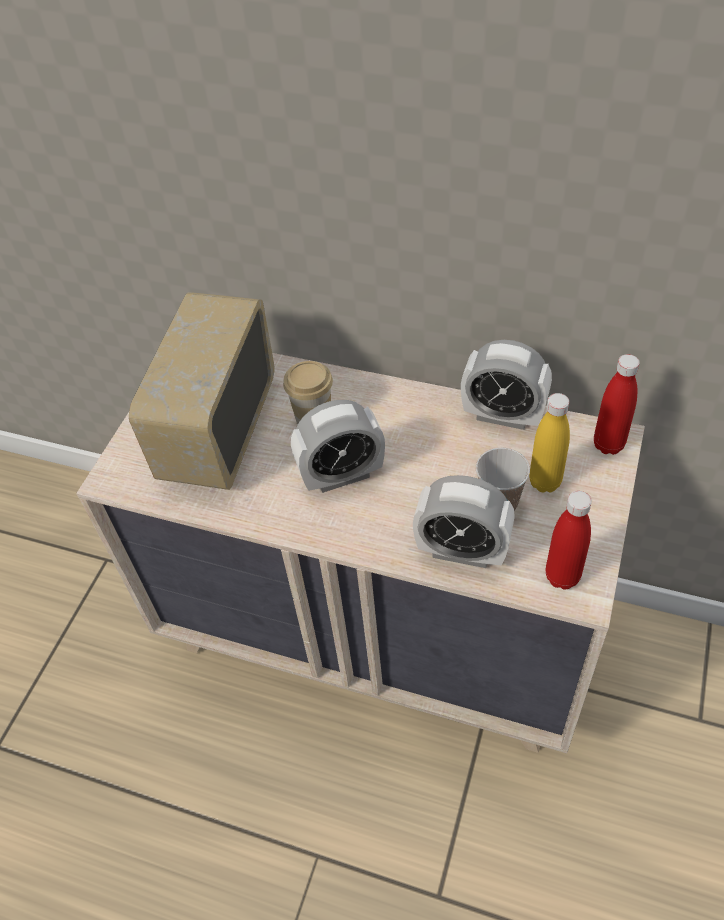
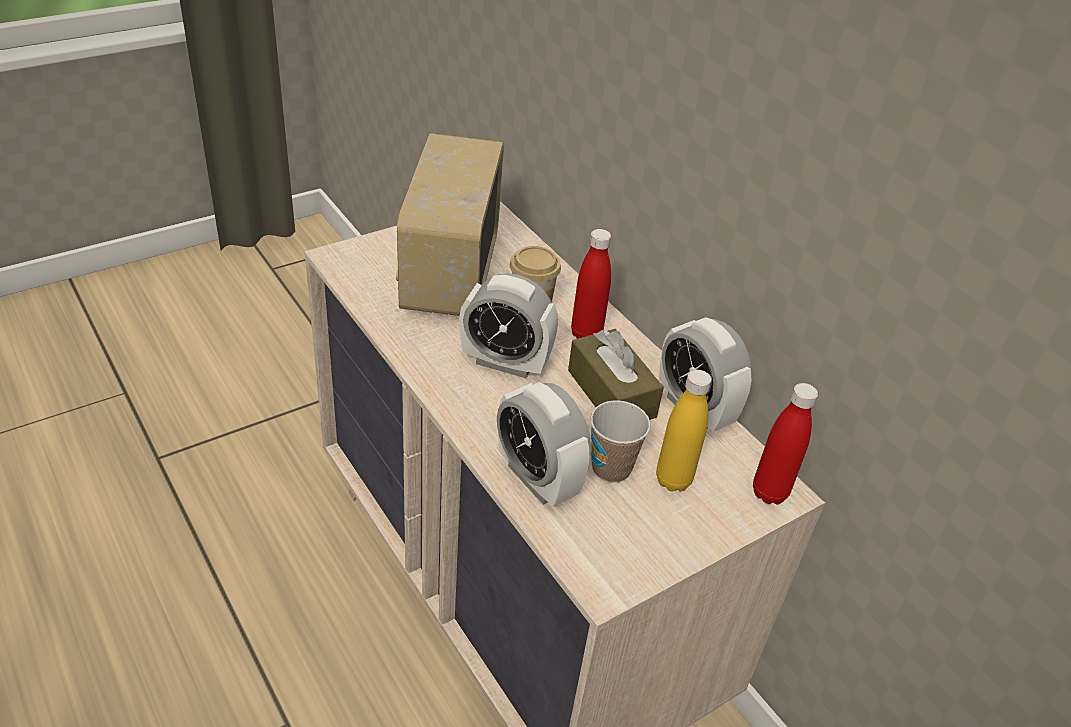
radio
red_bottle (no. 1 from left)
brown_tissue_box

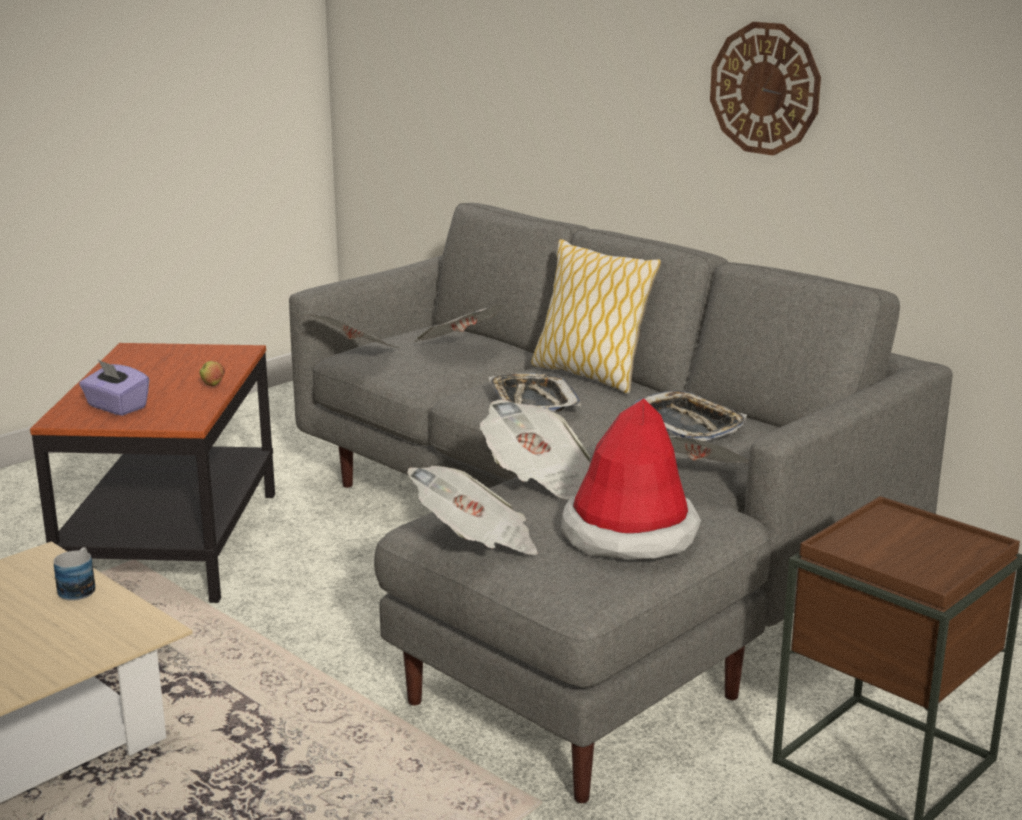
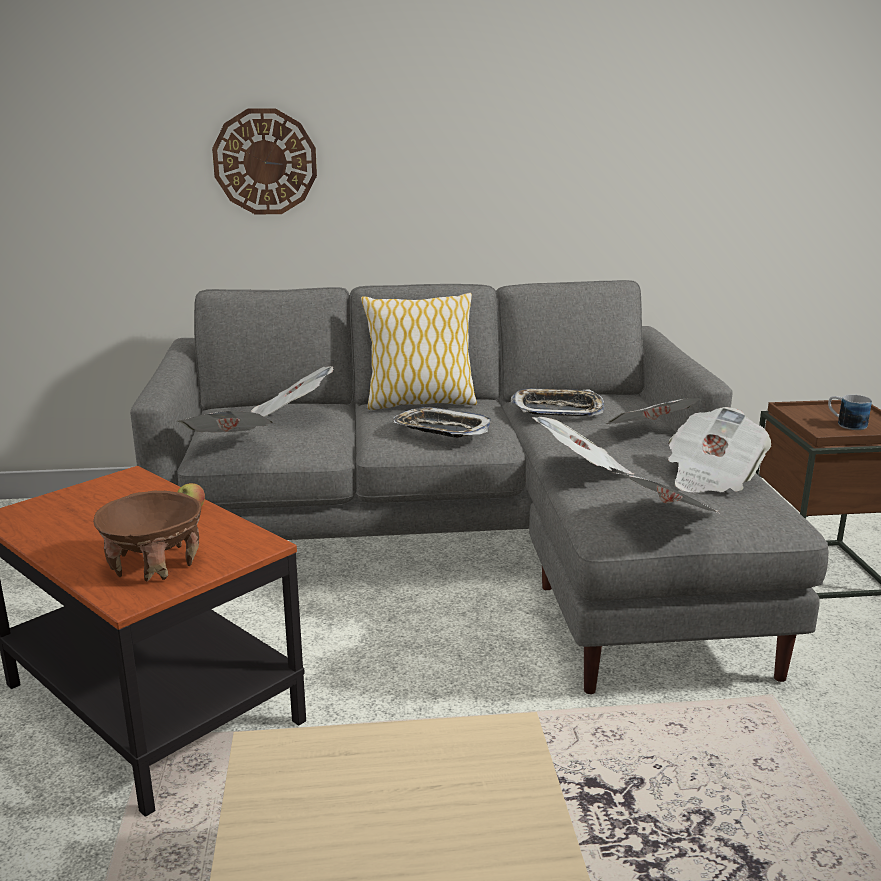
wall_clock
brown_bowl
newspaper (no. 6 from left)
mug

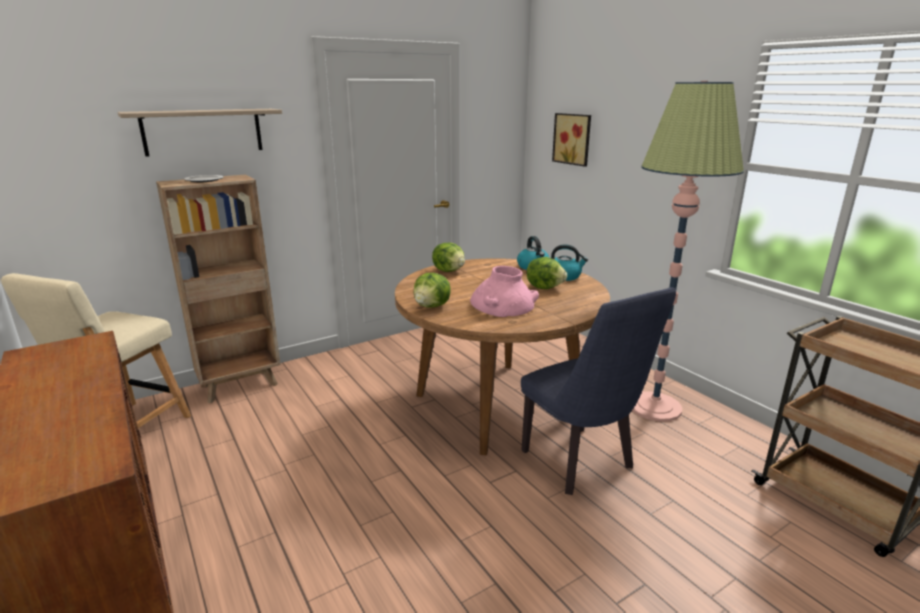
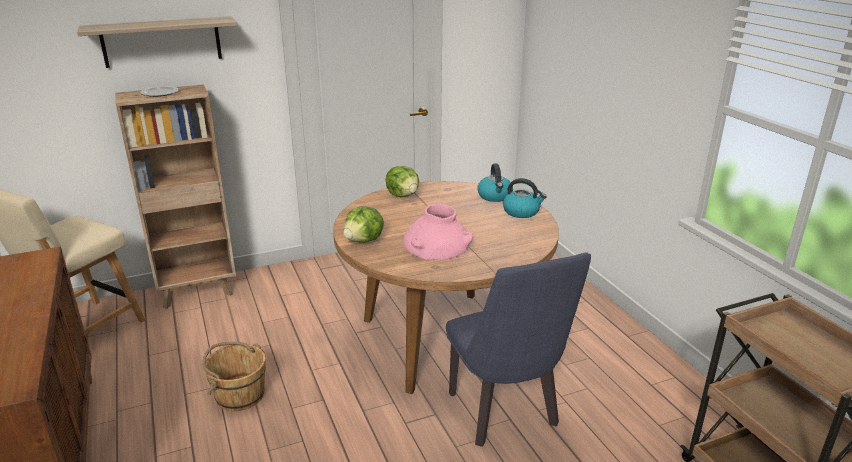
floor_lamp
picture
lettuce (no. 3 from left in the first image)
brown_bucket

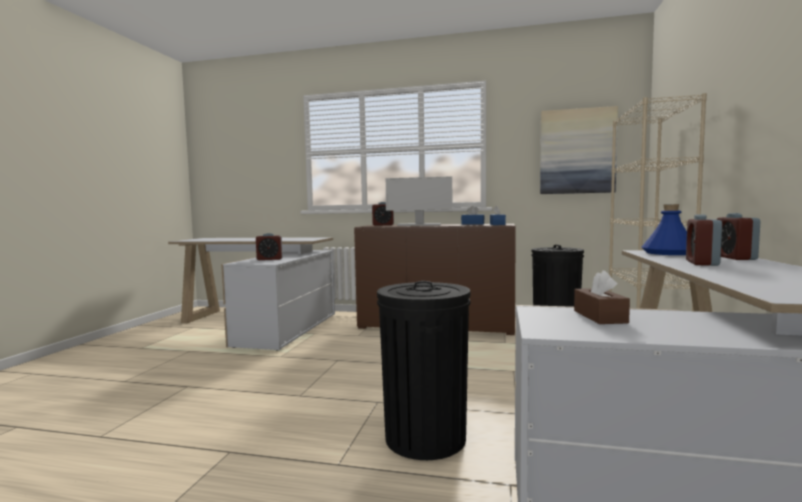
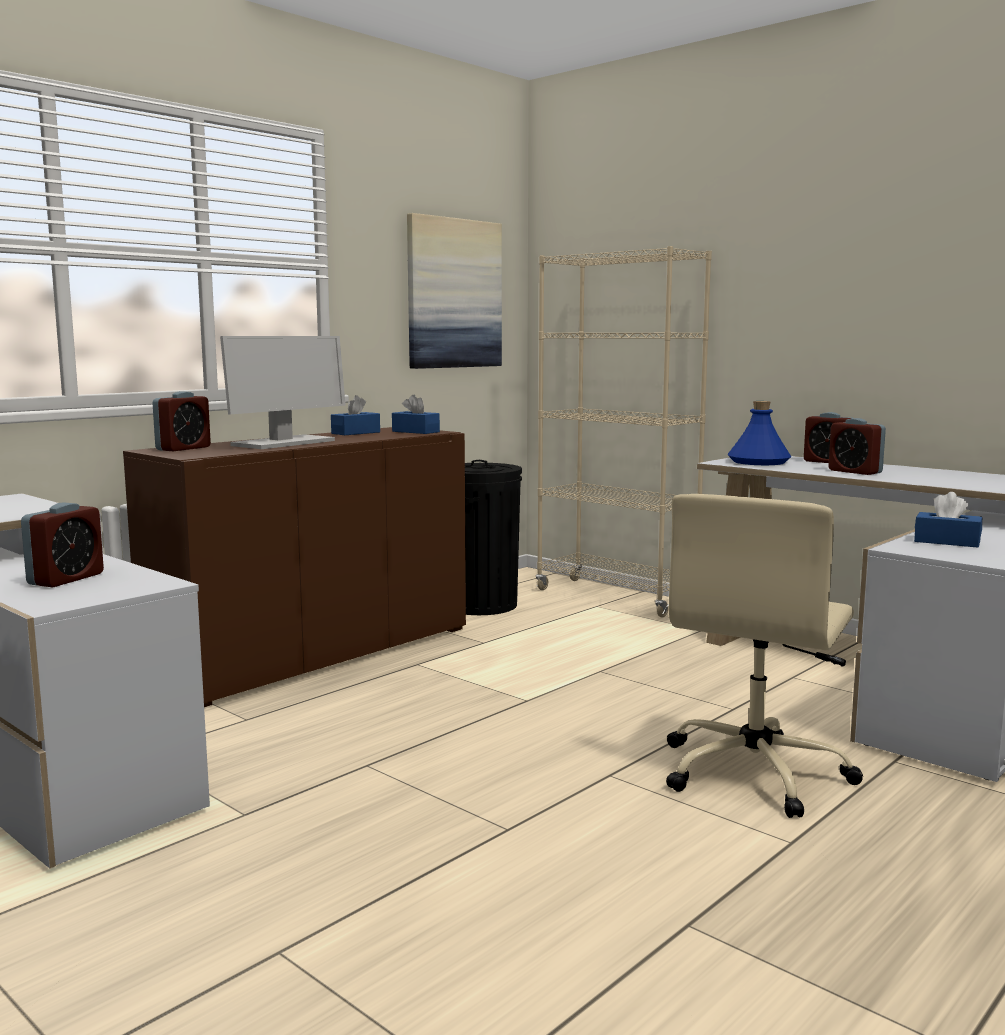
blue_tissue_box (no. 3 from left)
beige_office_chair

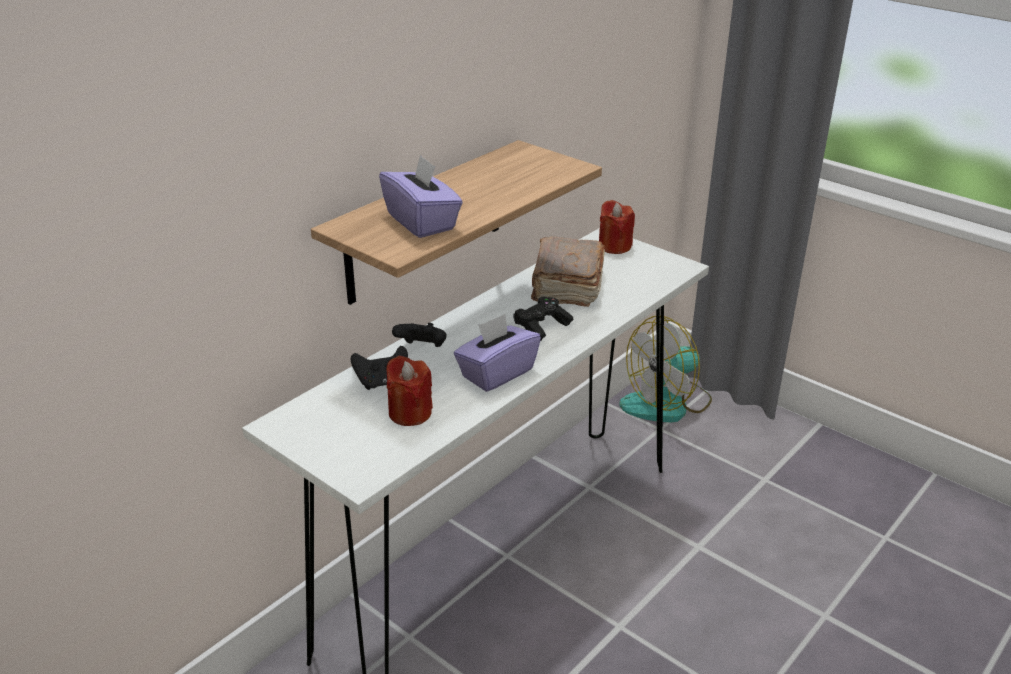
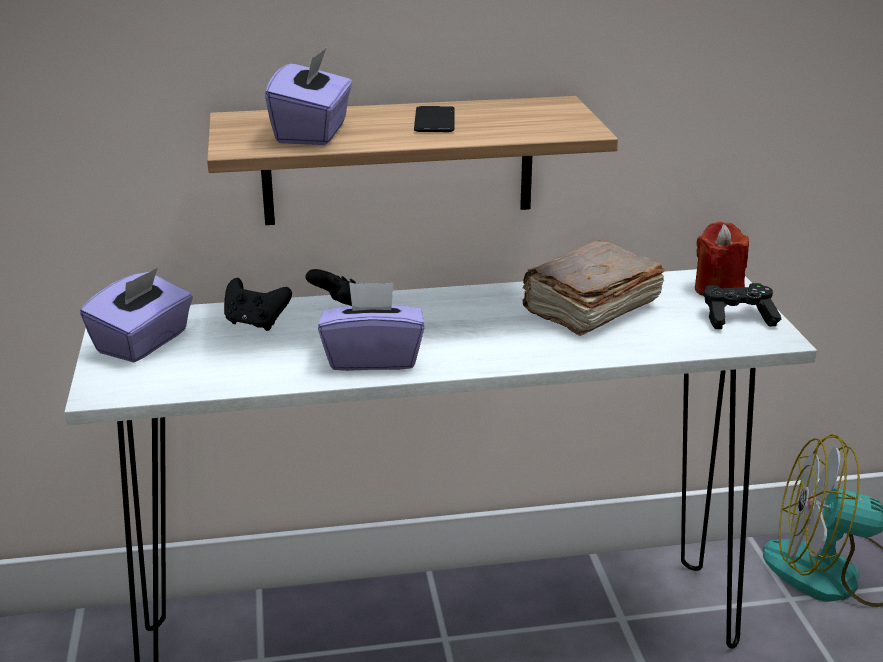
black_game_controller (no. 3 from left)
red_candle (no. 1 from left in the first image)
phone
purple_tissue_box (no. 1 from left)

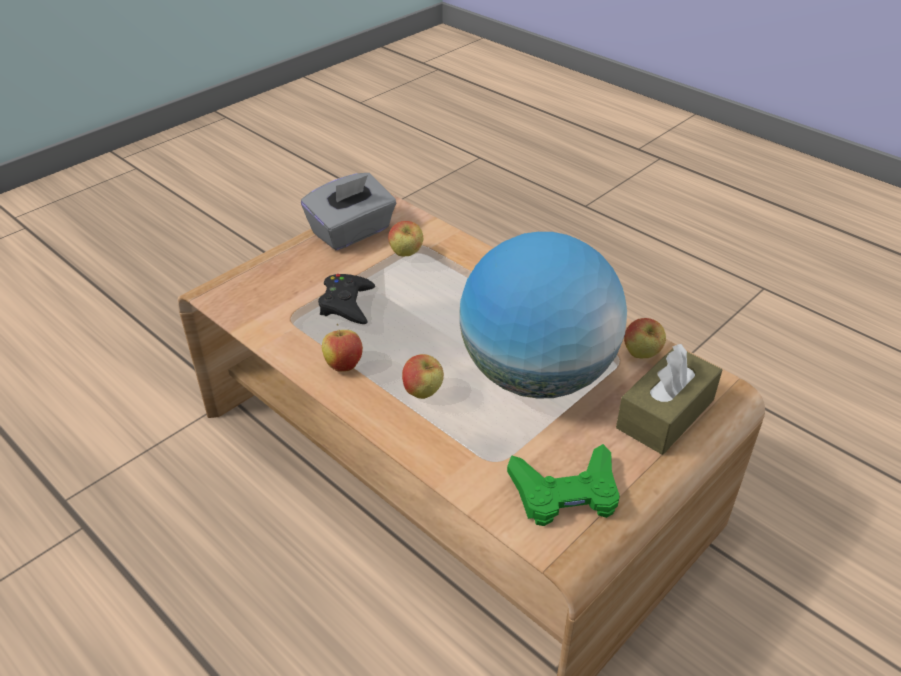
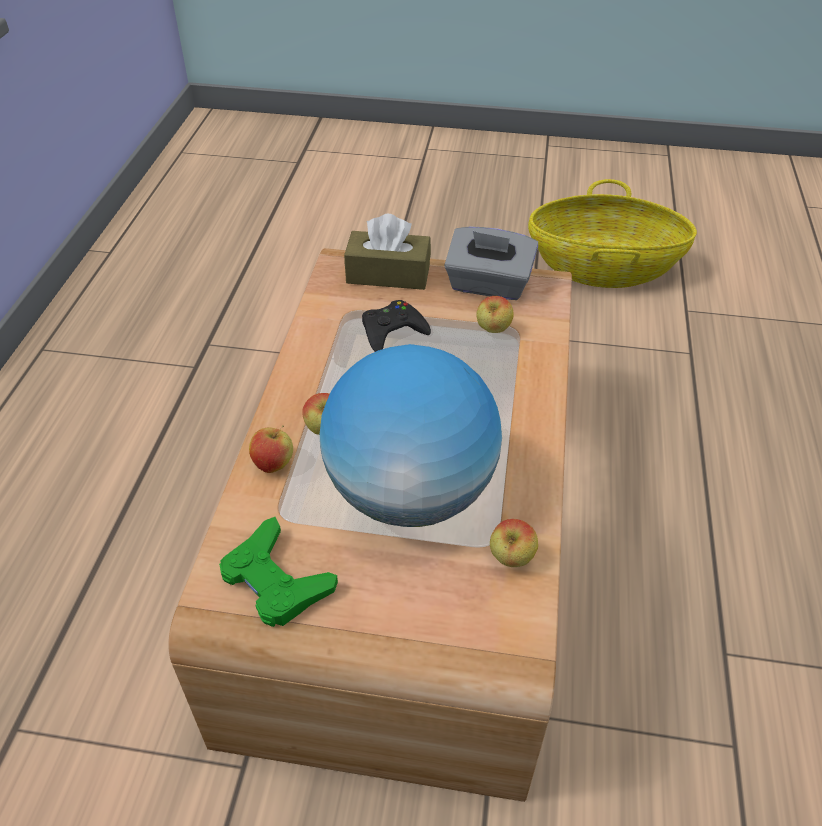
apple (no. 1 from left)
brown_tissue_box
basket

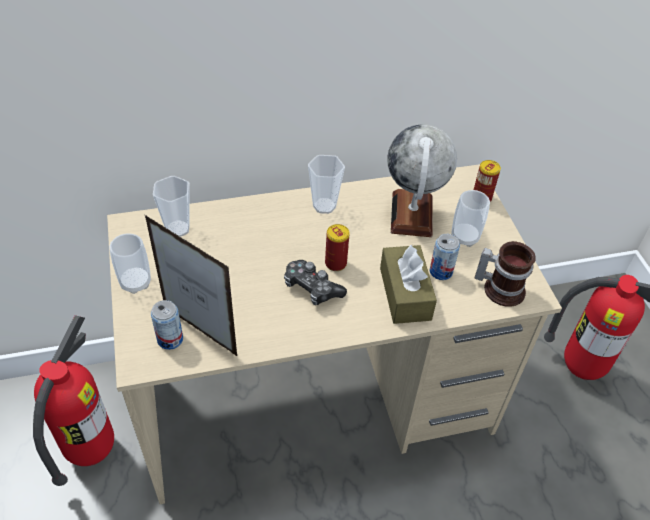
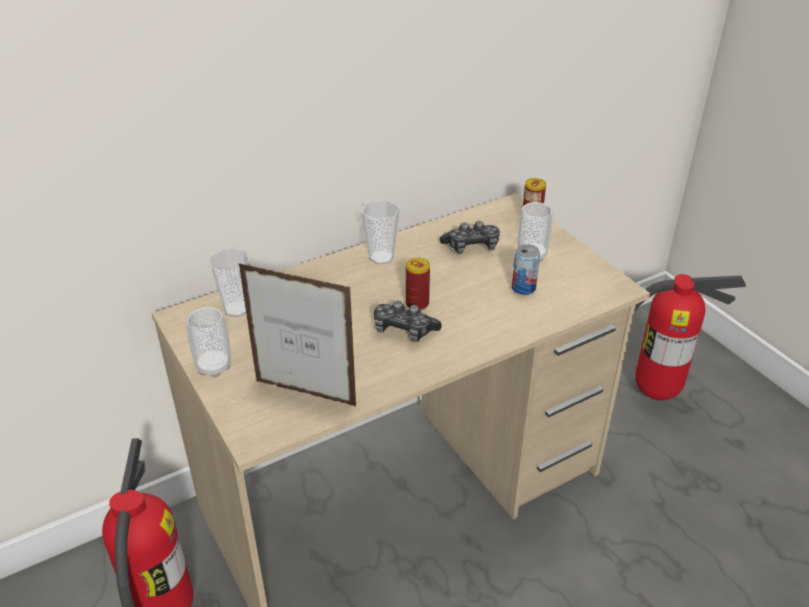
game_controller (no. 2 from left)
mug
brown_tissue_box
can (no. 1 from left in the first image)

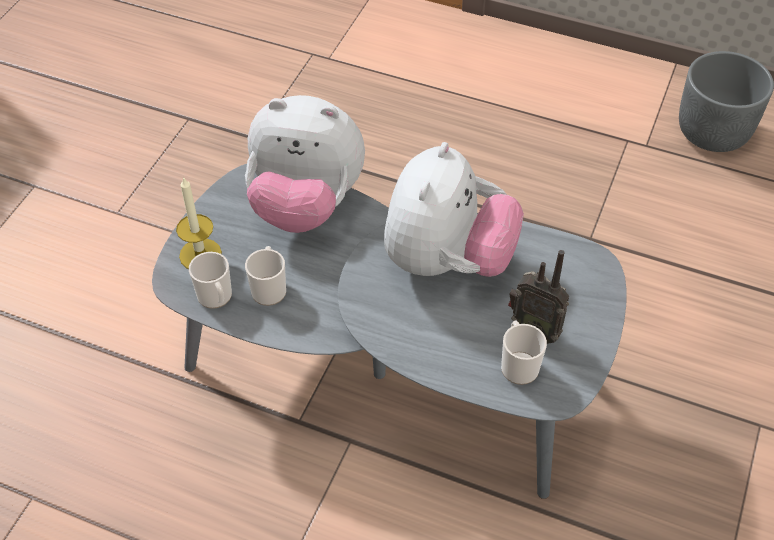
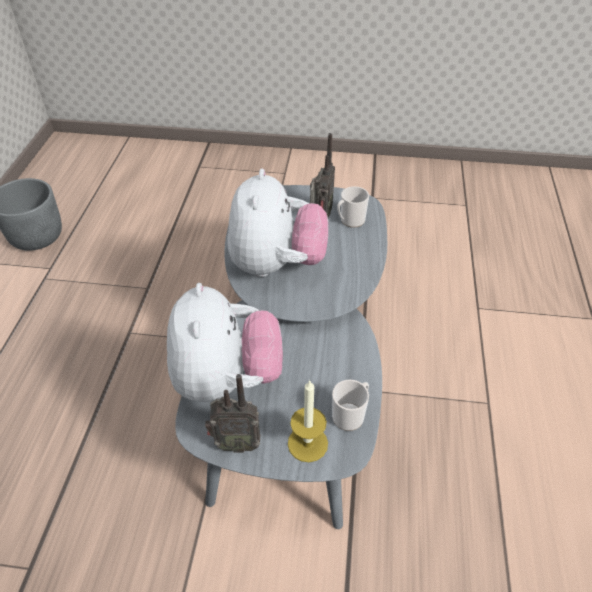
plush_toy (no. 2 from left)
mug (no. 2 from left in the first image)
radio (no. 1 from left)

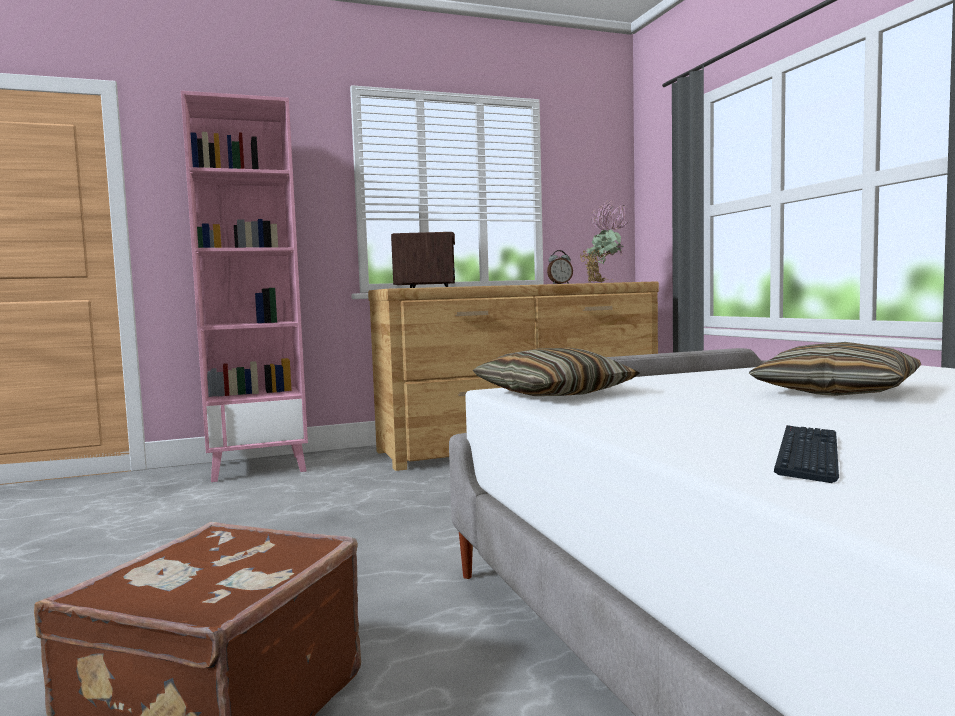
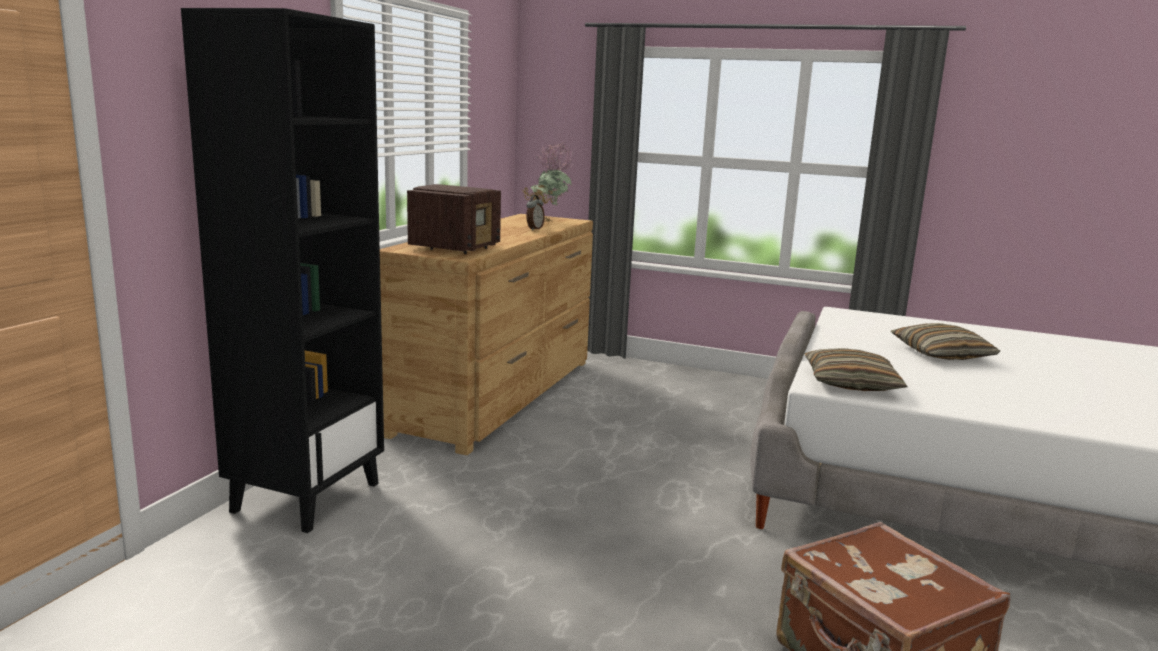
black_bookcase
radio
keyboard

